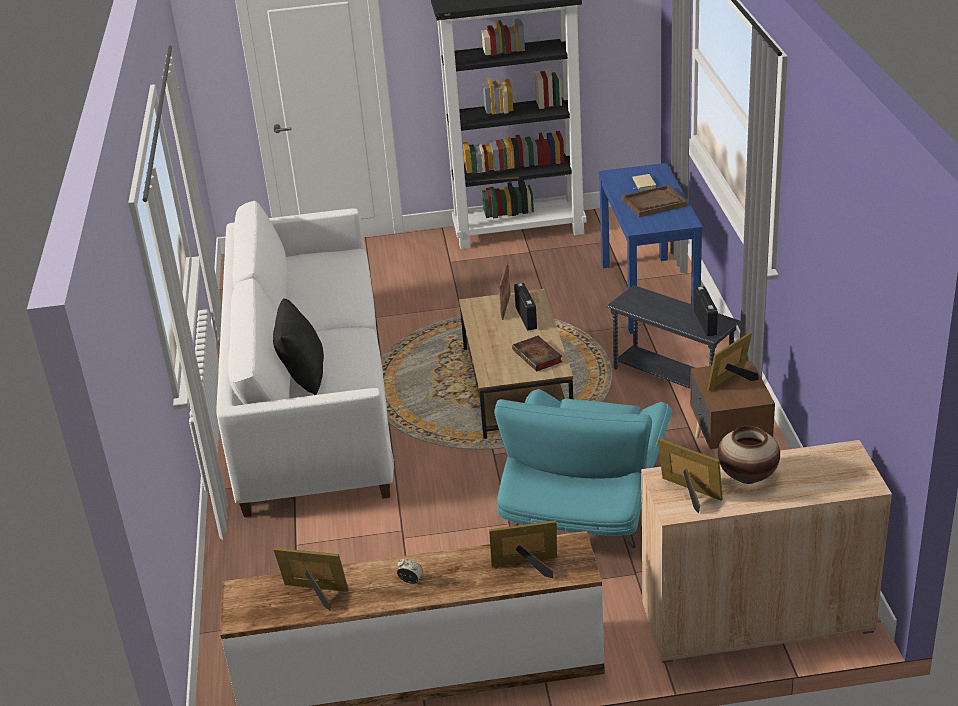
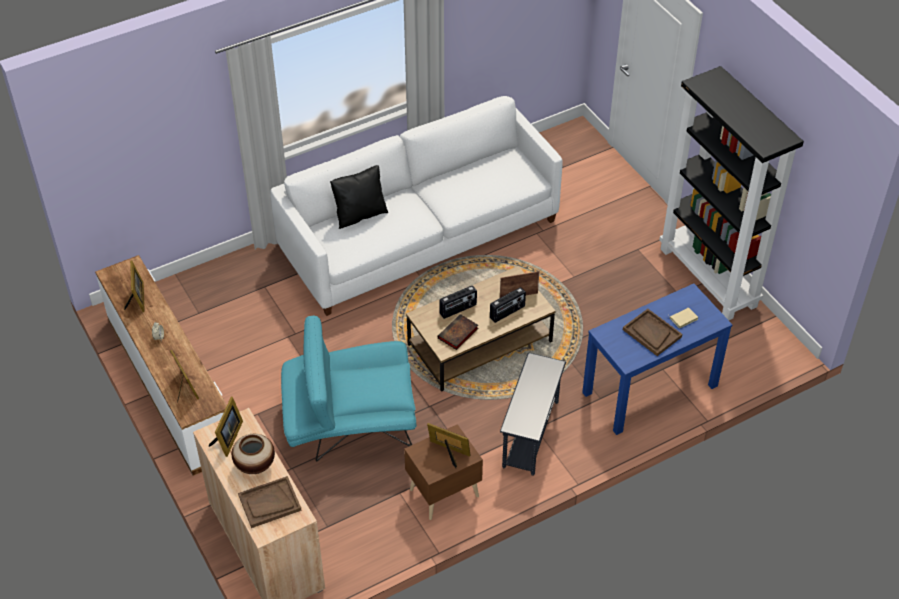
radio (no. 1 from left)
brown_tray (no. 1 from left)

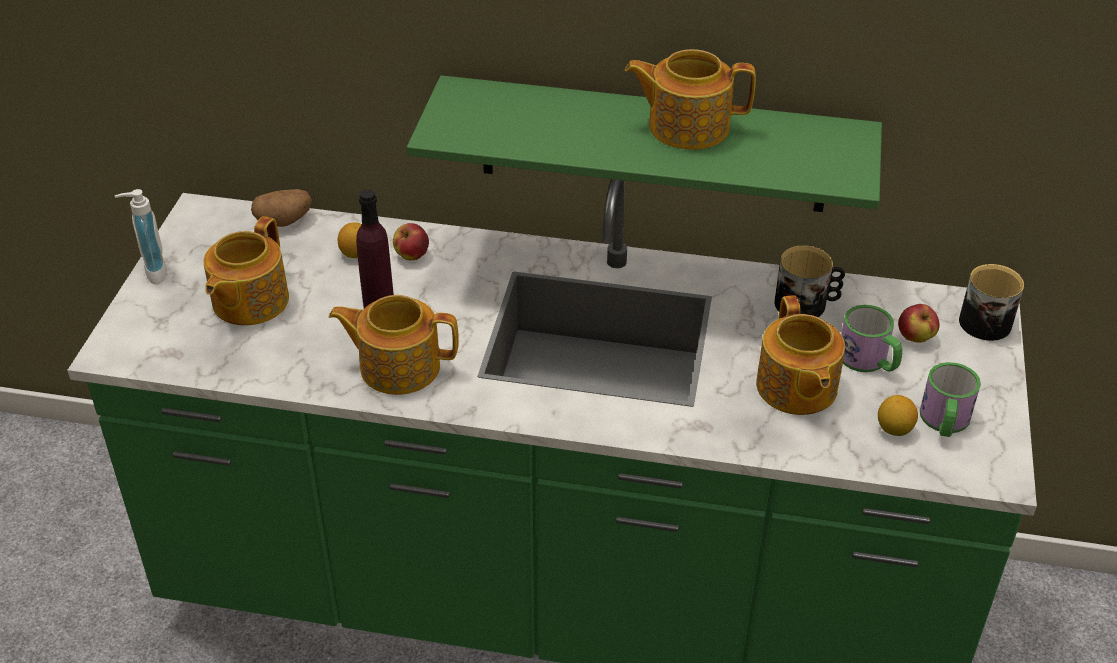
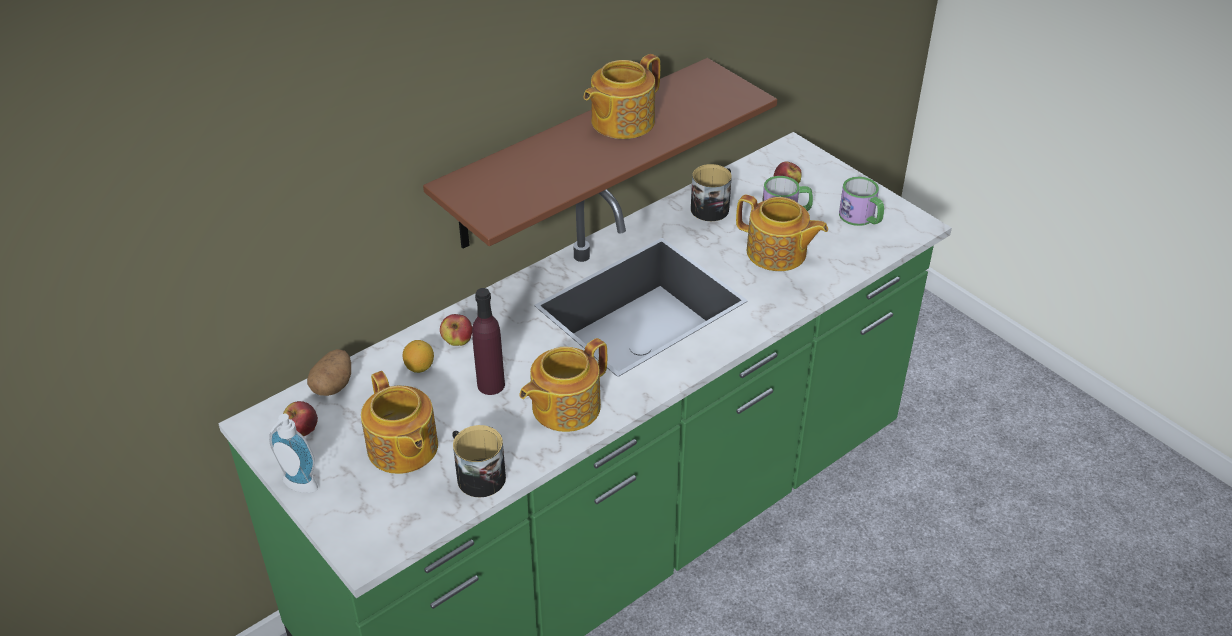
brown_shelf
mug (no. 1 from left)
lemon (no. 2 from left in the first image)
apple (no. 1 from left)

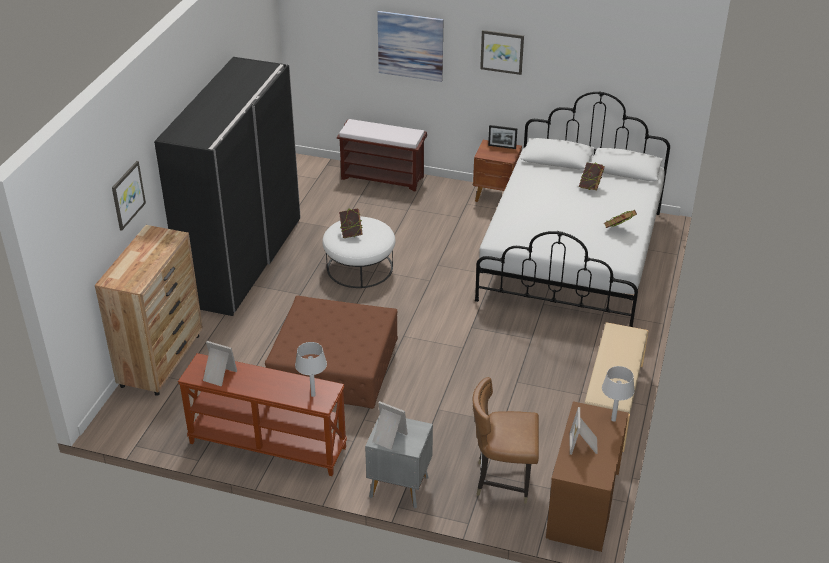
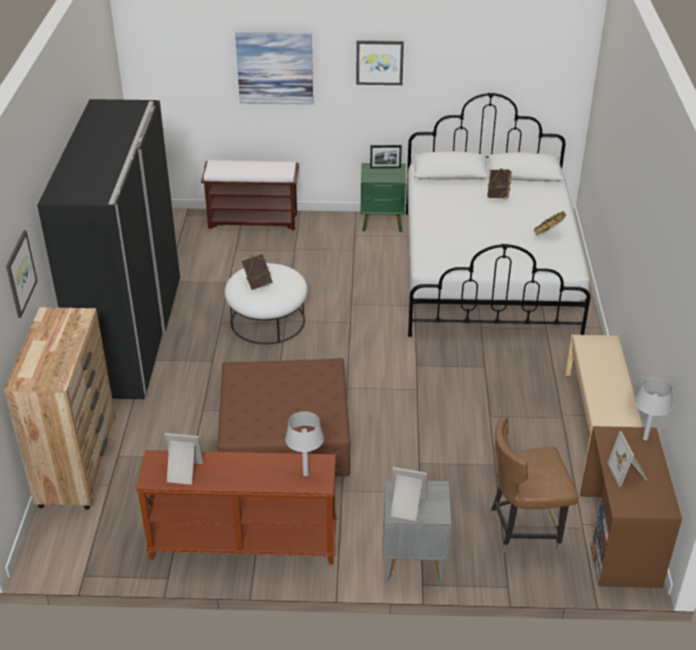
green_nightstand

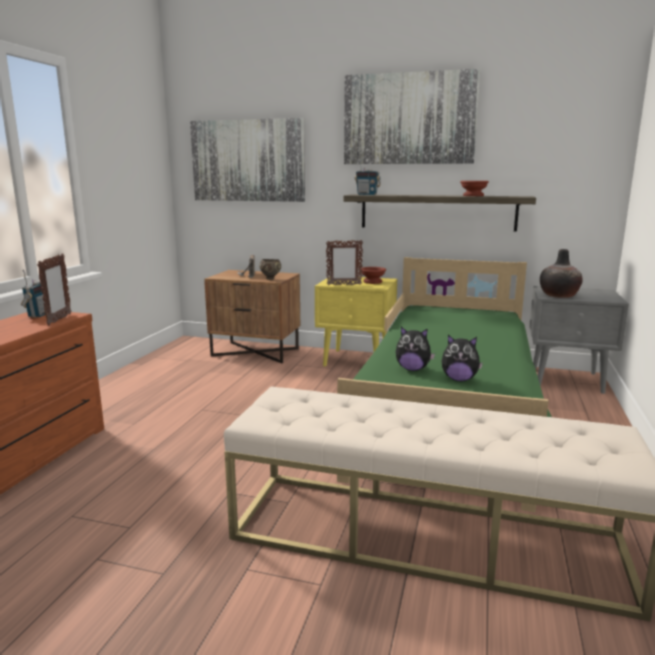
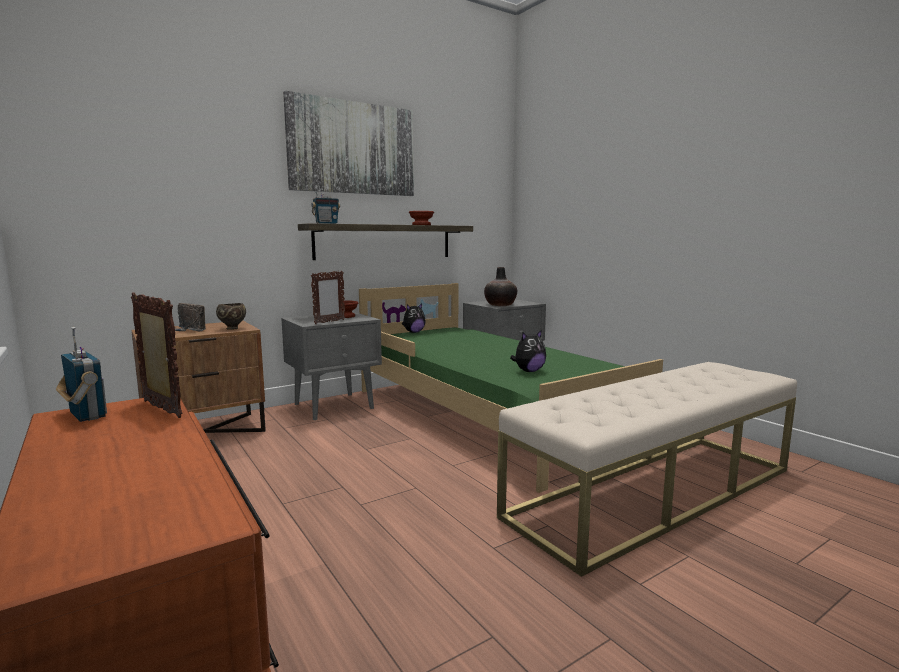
picture (no. 1 from left in the first image)
grey_nightstand (no. 1 from left)
plush_toy (no. 1 from left)

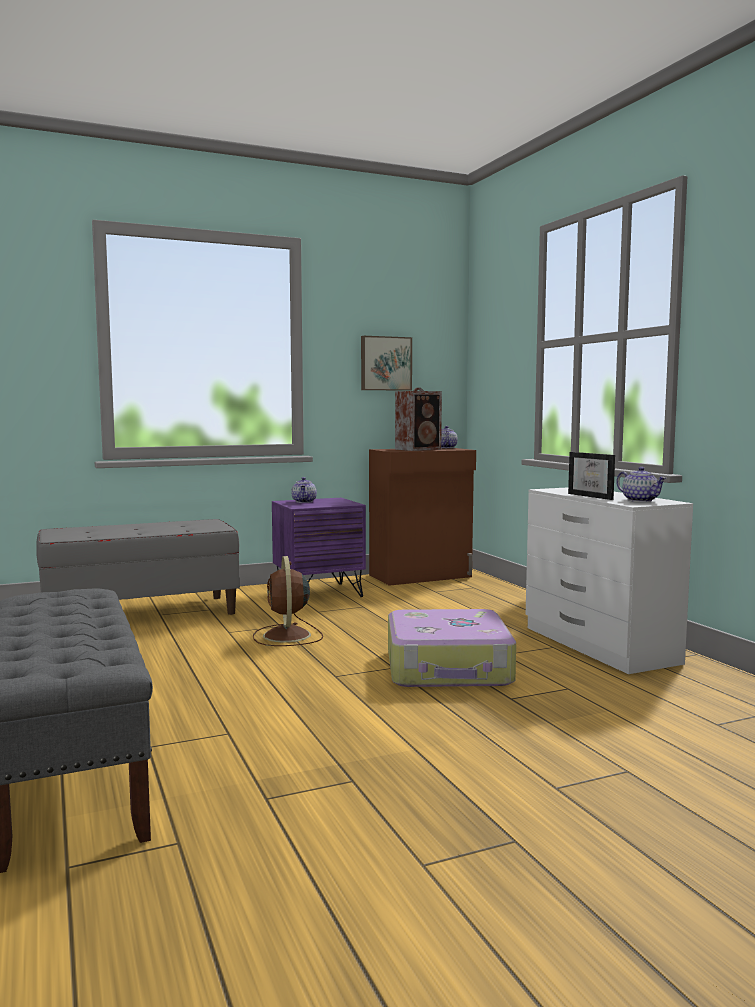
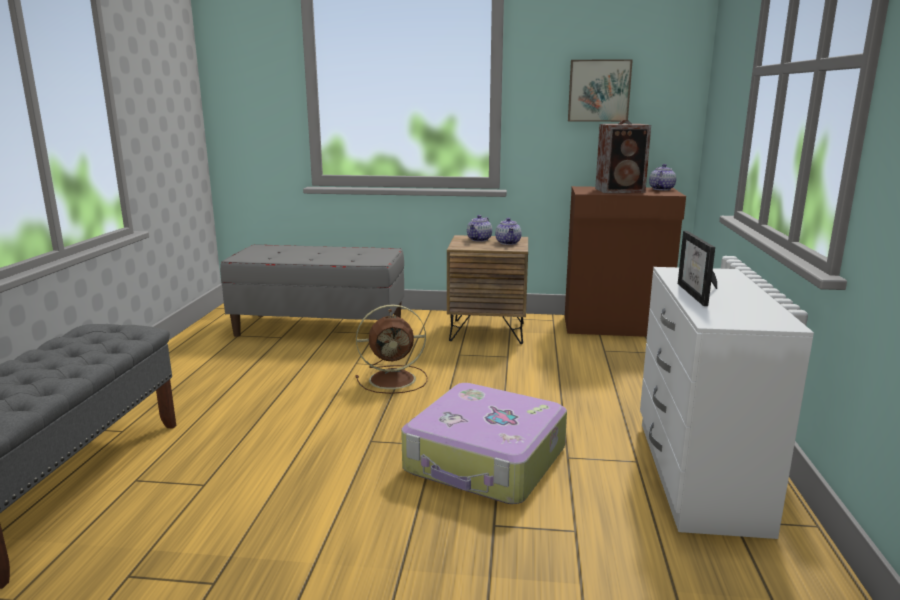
teapot (no. 2 from left)
brown_nightstand
brown_fan

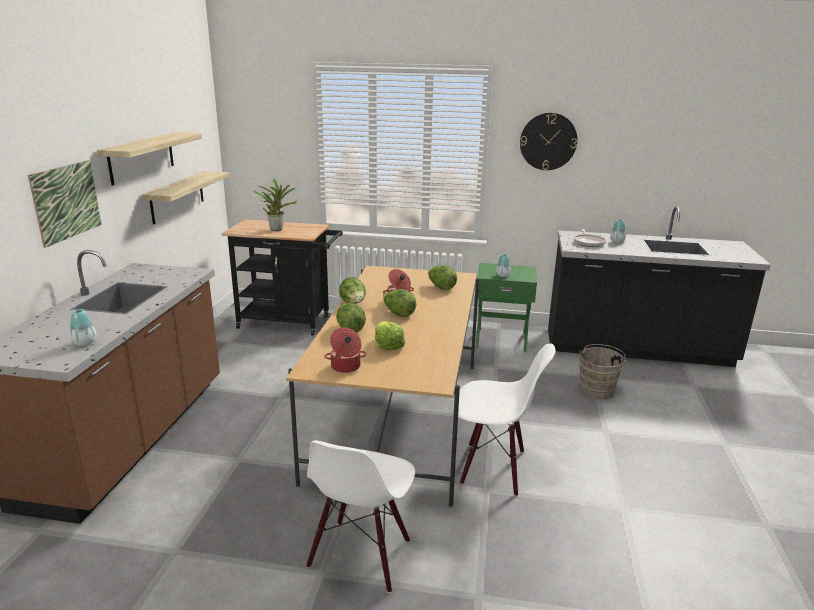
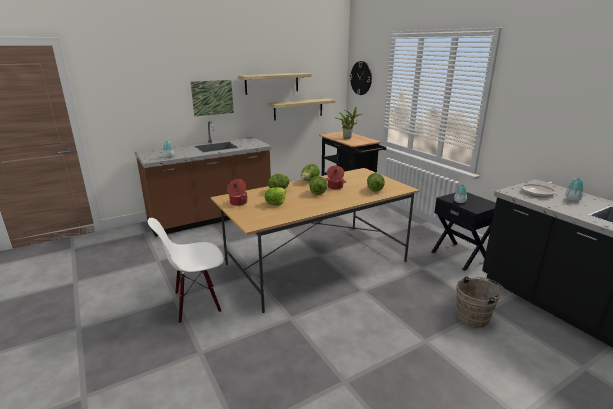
wall_clock
black_nightstand
white_chair (no. 2 from left in the first image)

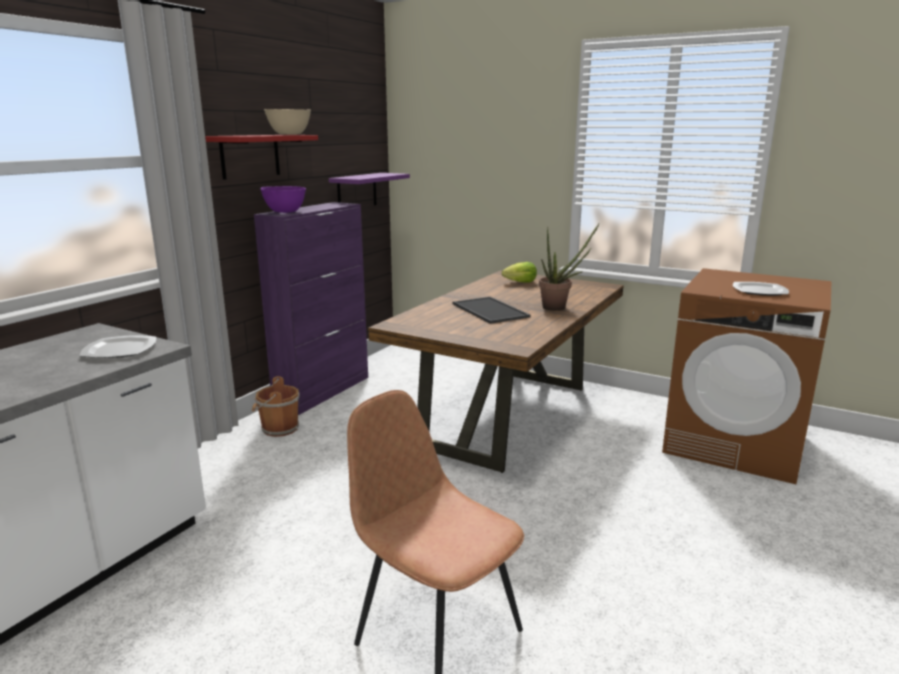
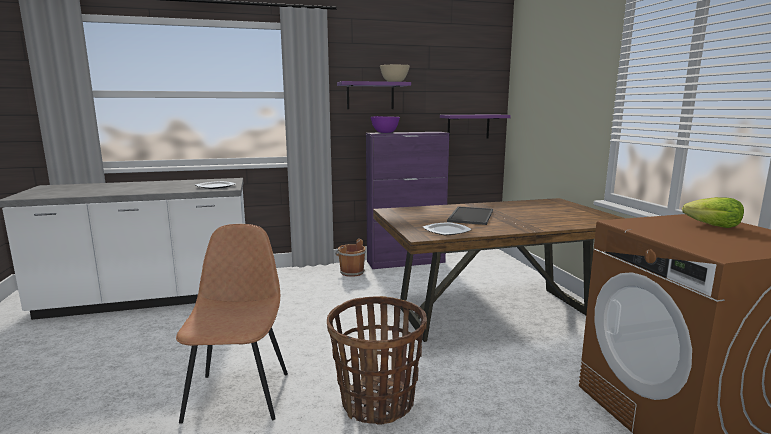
purple_shelf (no. 1 from left)
potted_plant
lettuce
plate (no. 2 from left)
basket

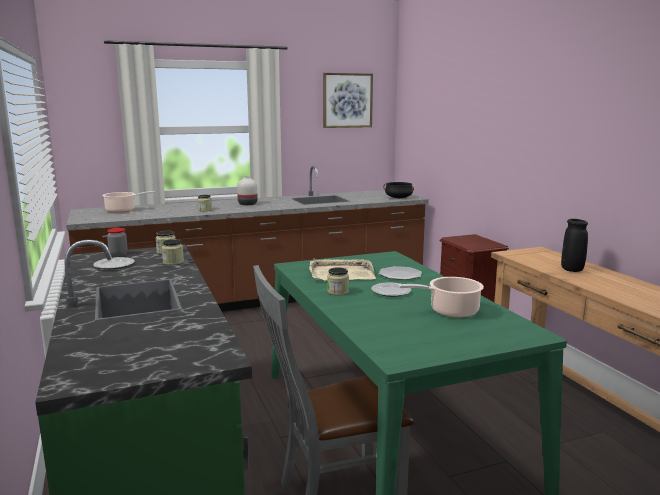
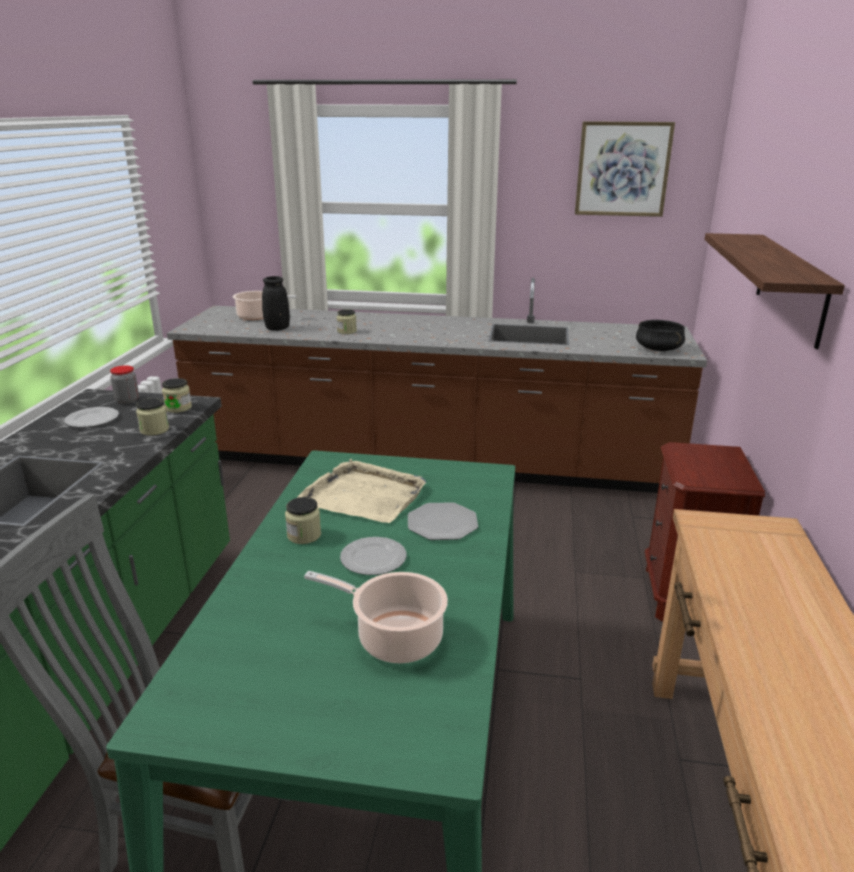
white_vase
black_vase
shelf

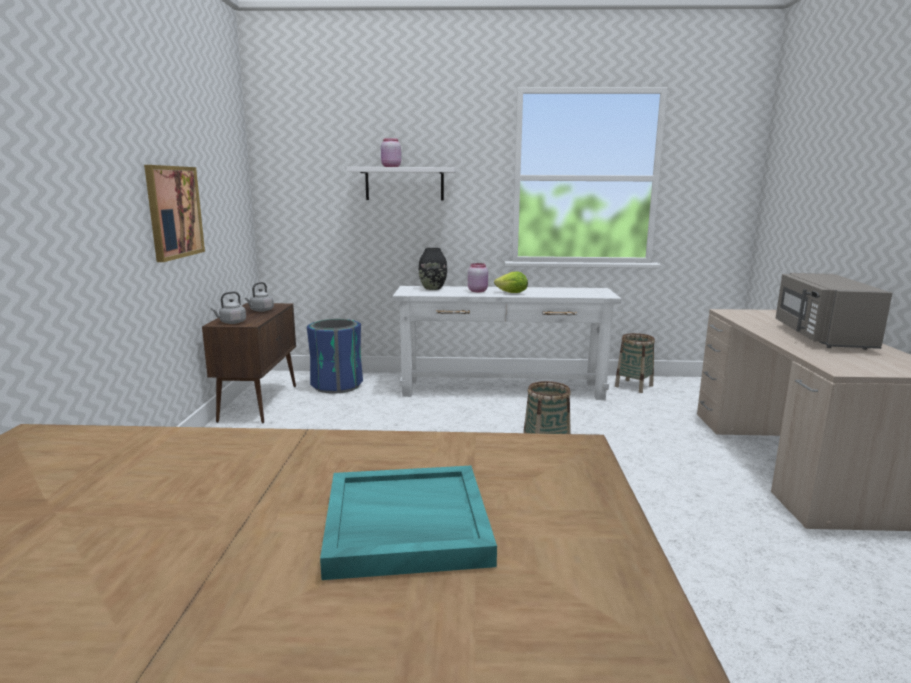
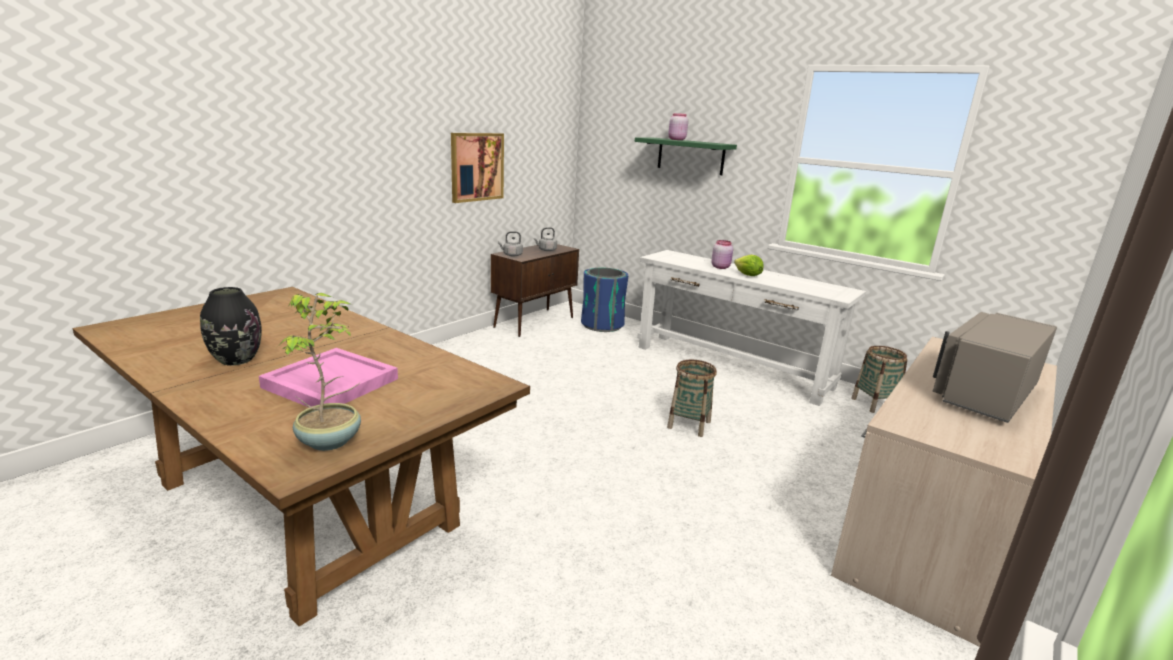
green_shelf
black_vase
pink_tray
potted_plant

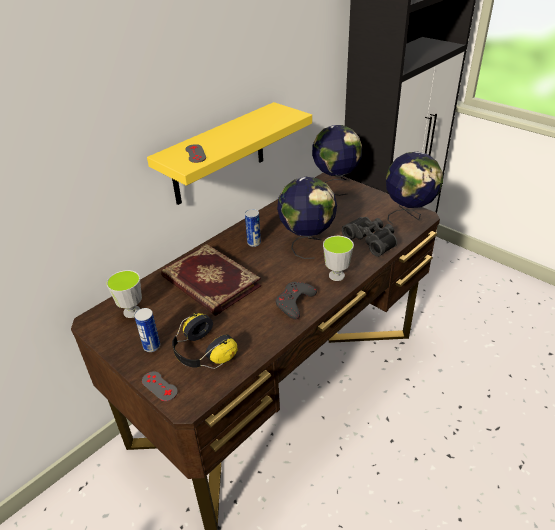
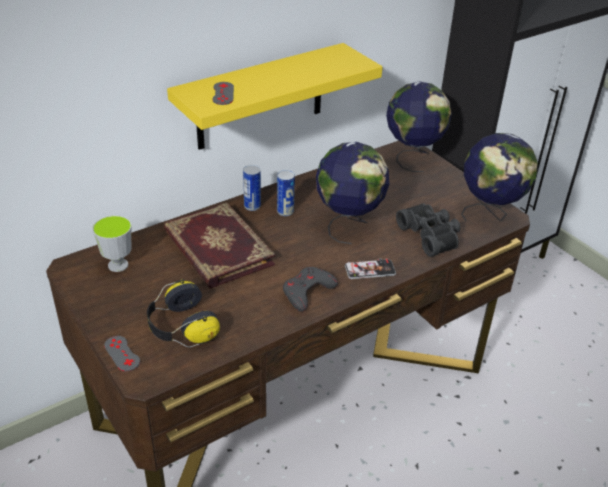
phone
can (no. 1 from left)

